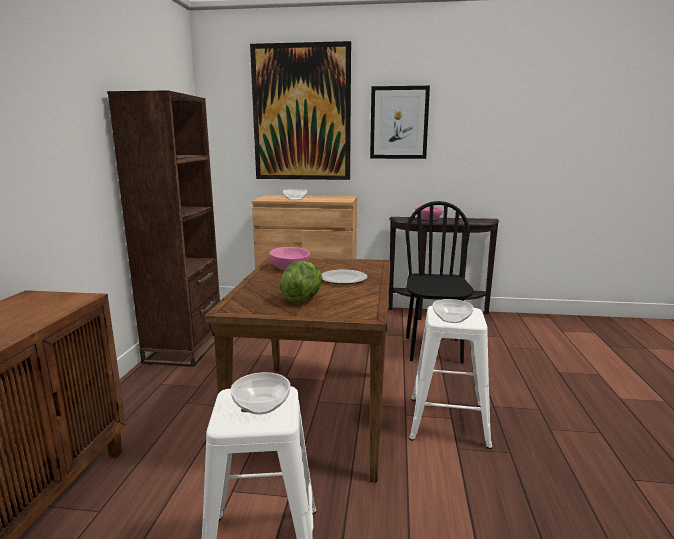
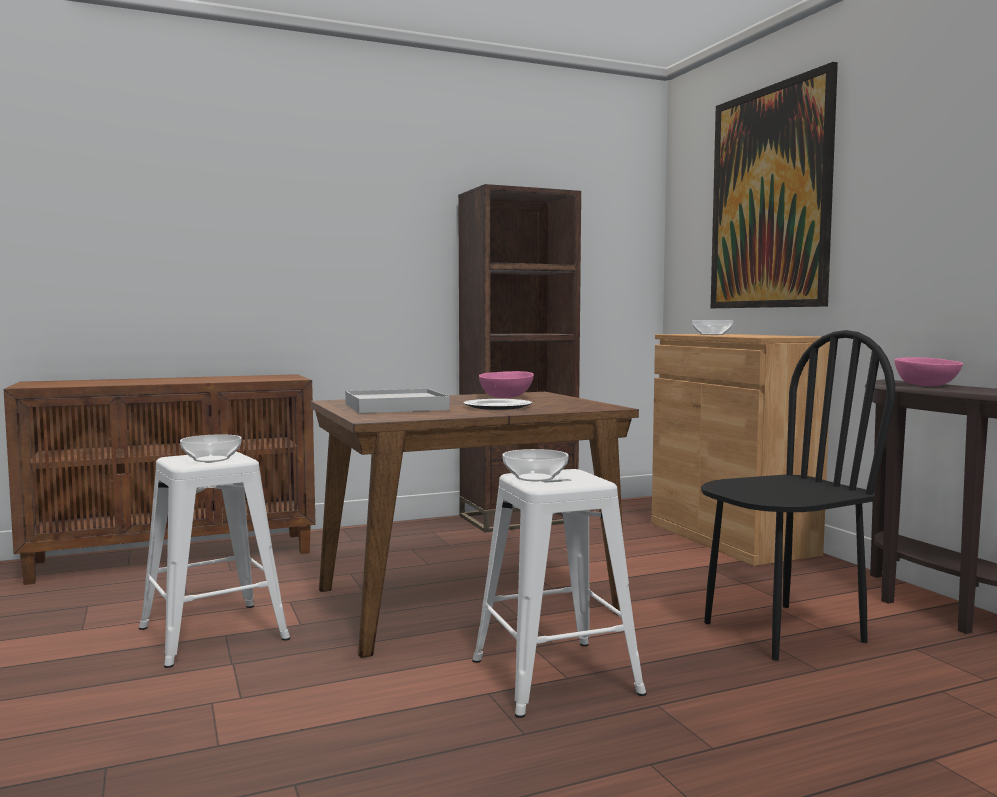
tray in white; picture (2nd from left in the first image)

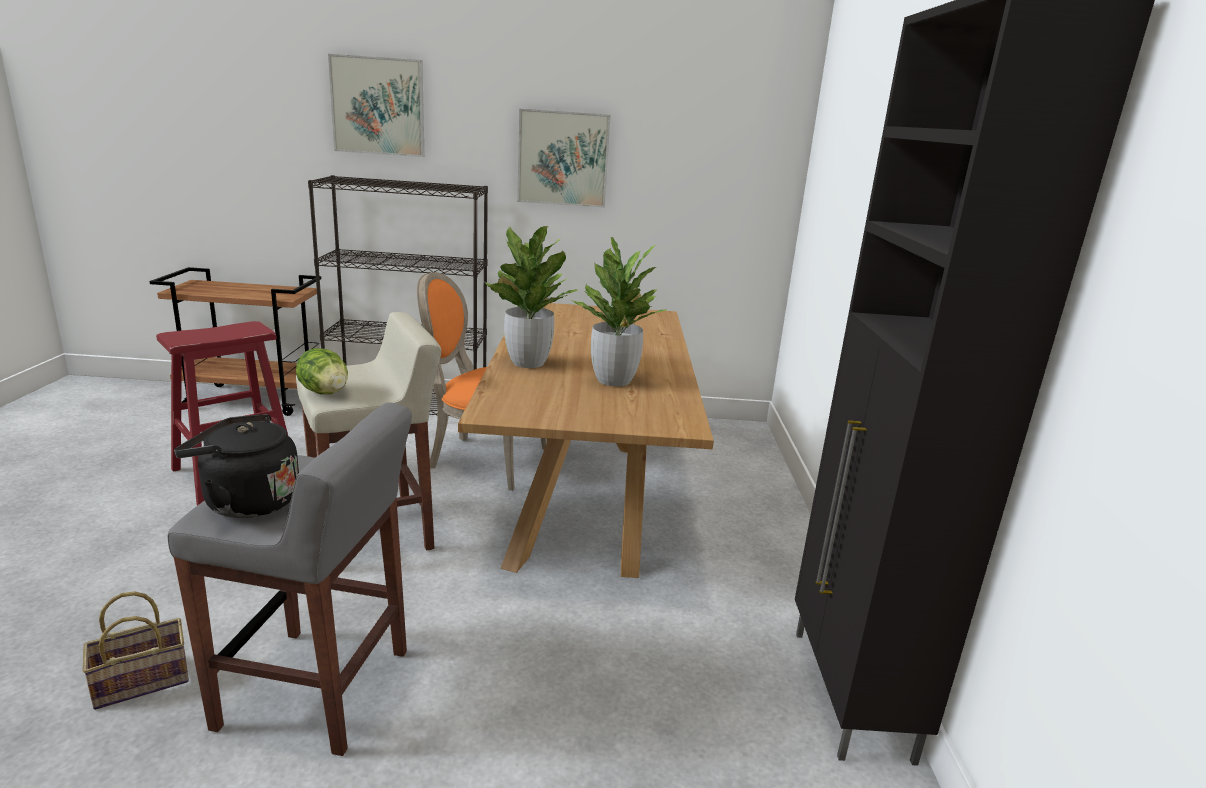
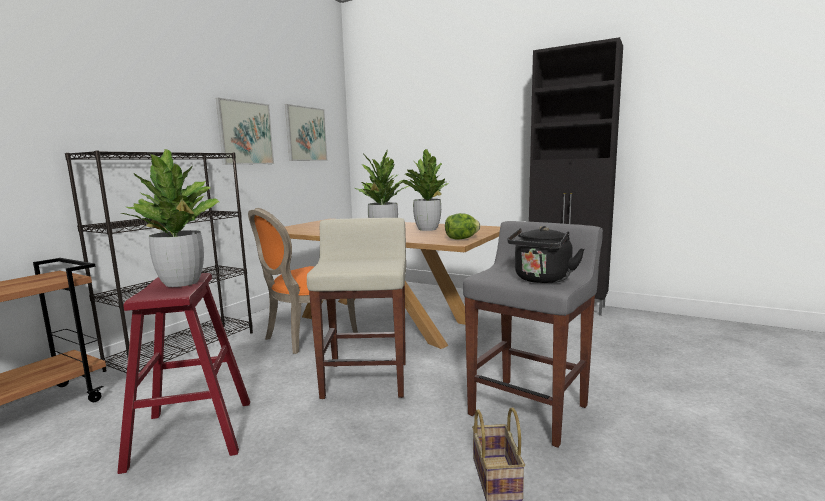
potted plant (1st from left); picture (2nd from left); lettuce

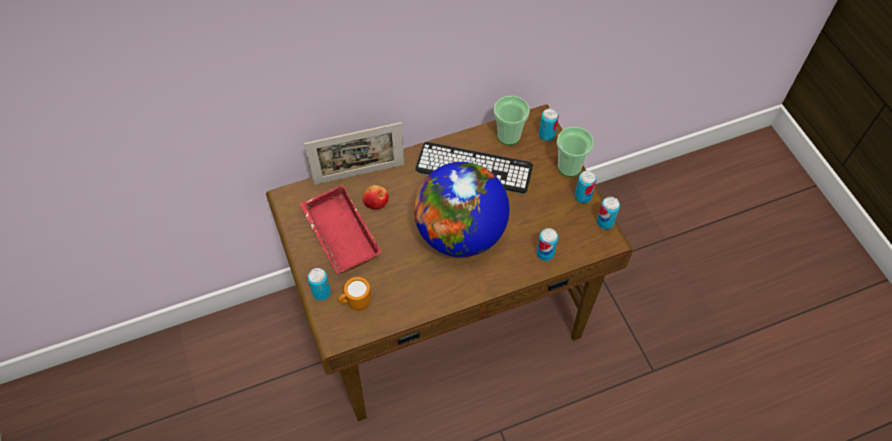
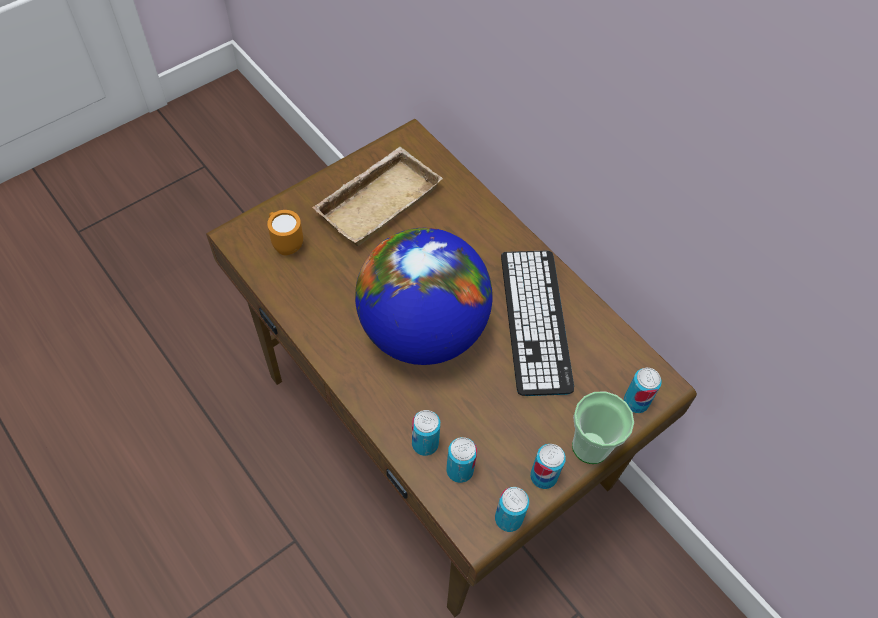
tray in beige; can (2nd from left); picture frame; apple; cup (1st from left in the first image)

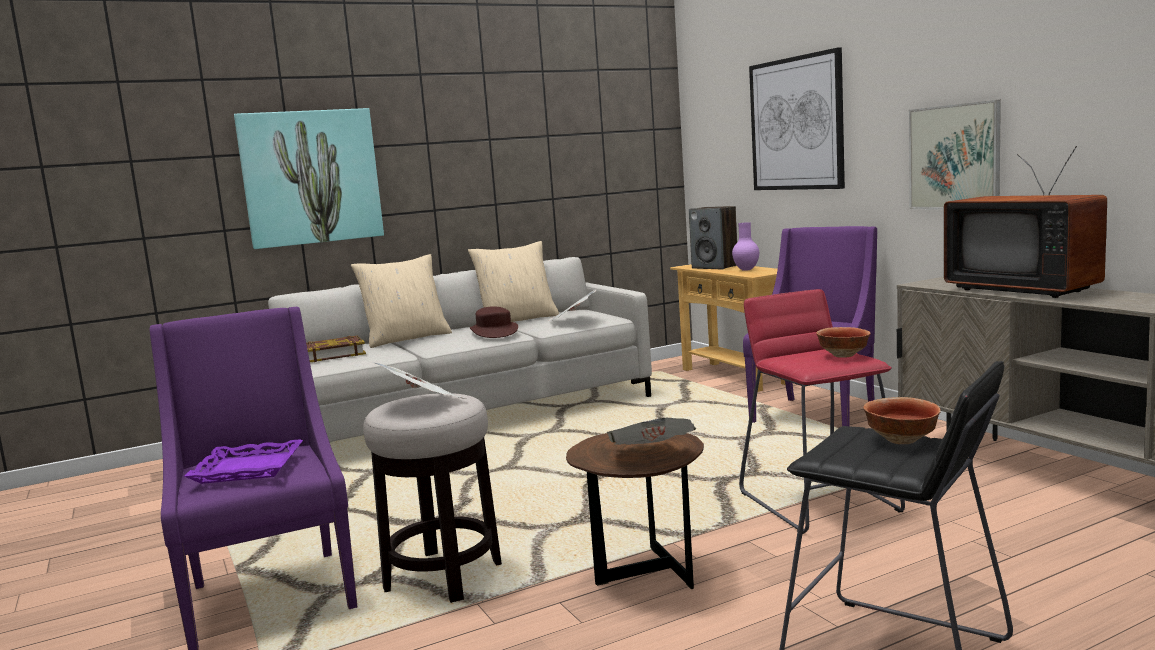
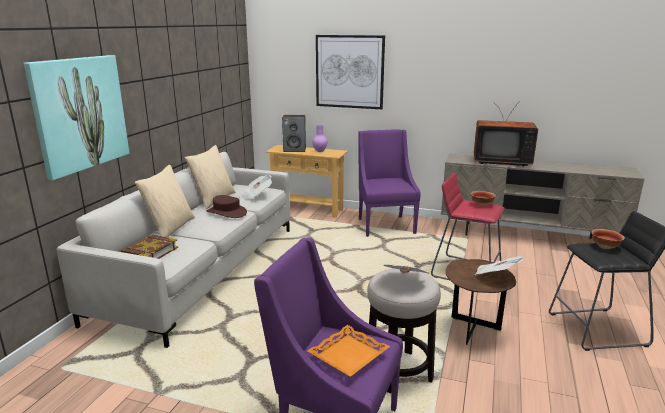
tray in orange; picture (3rd from left in the first image)

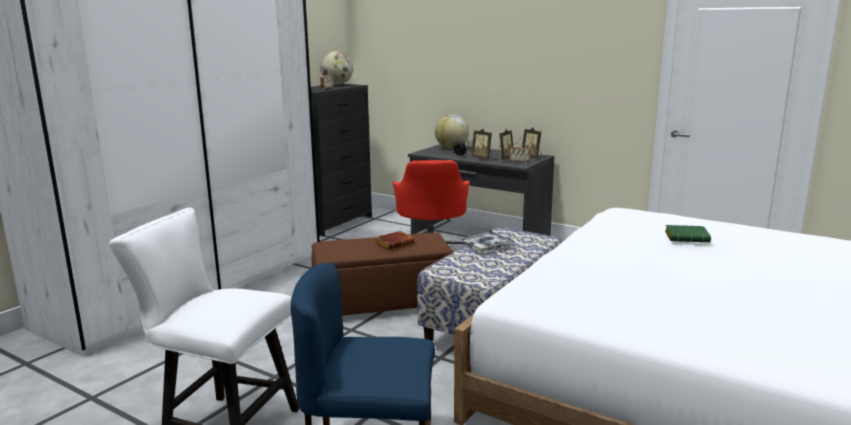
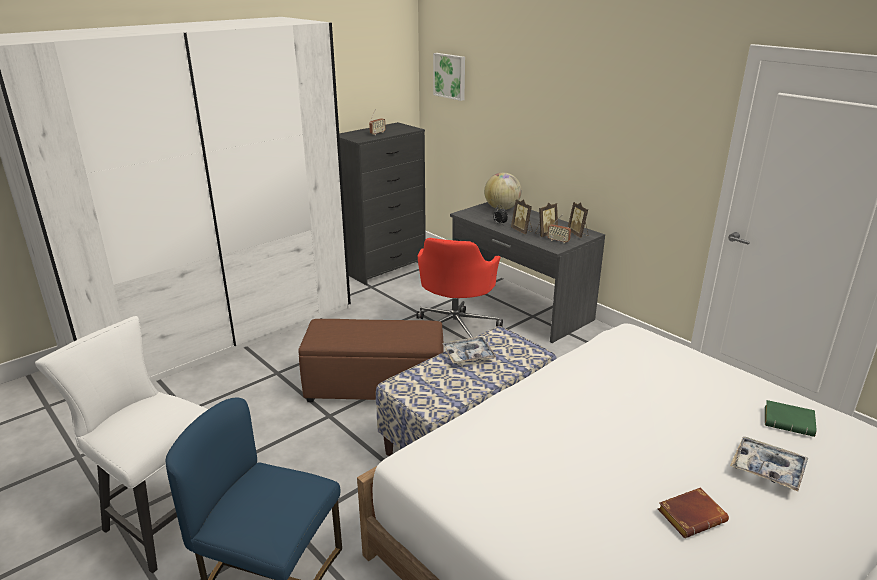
picture; book in brown; tray (2nd from left); book in green; globe (1st from left in the first image)

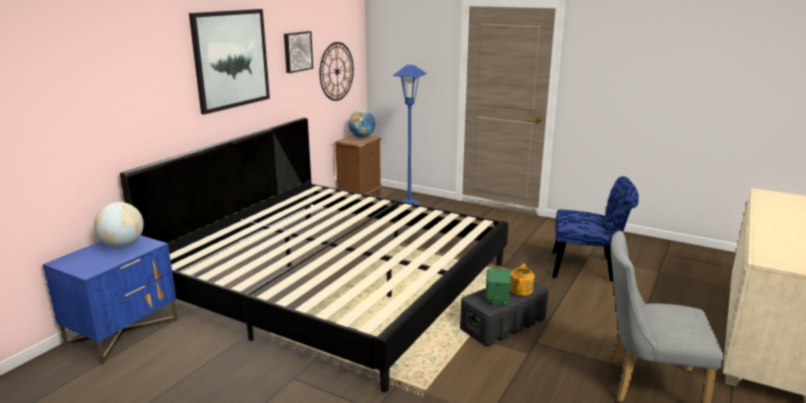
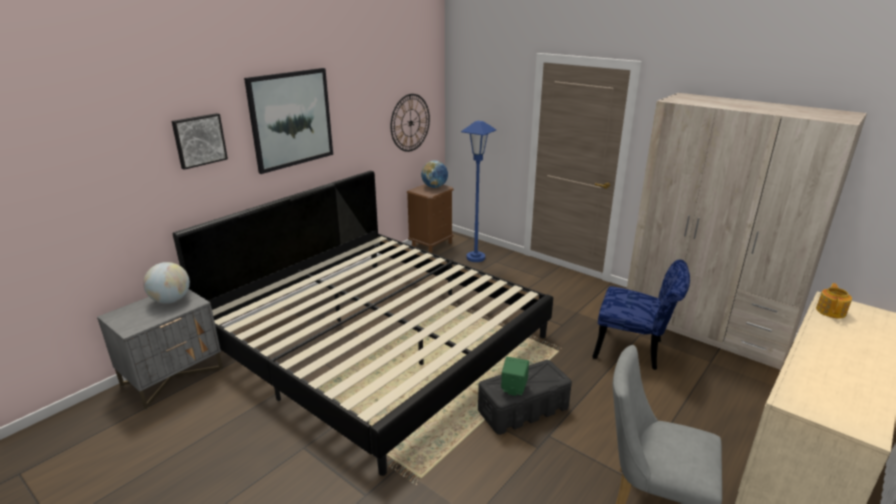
nightstand in grey; picture (1st from left); wardrobe in beige; teapot

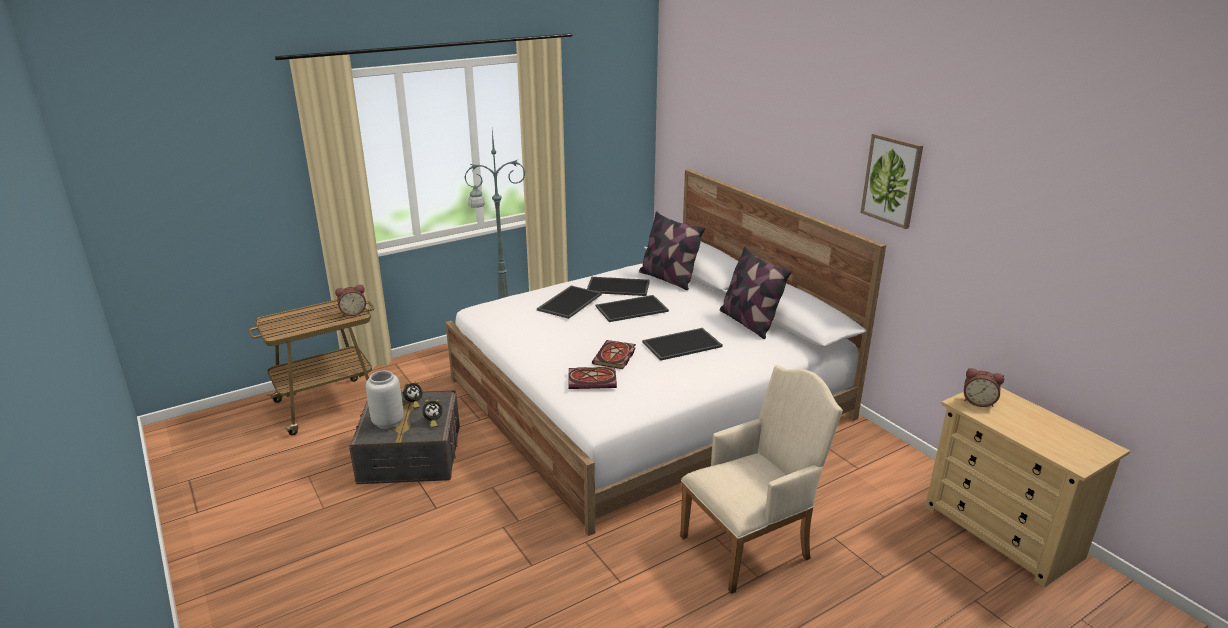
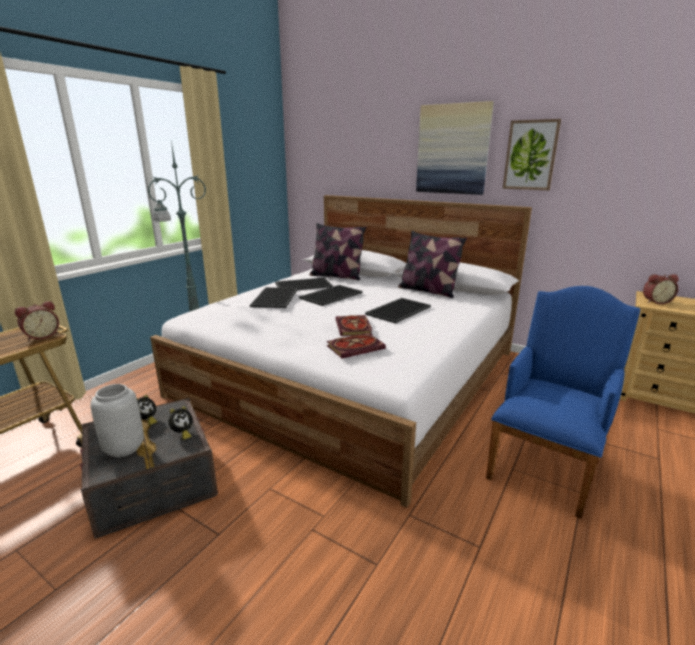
picture (1st from left); armchair in blue

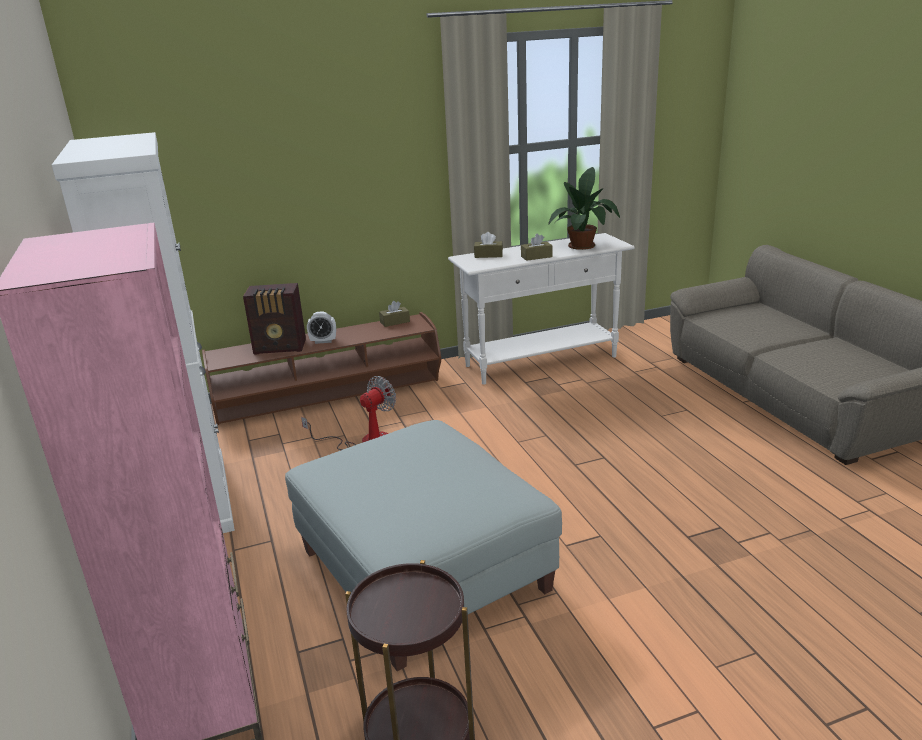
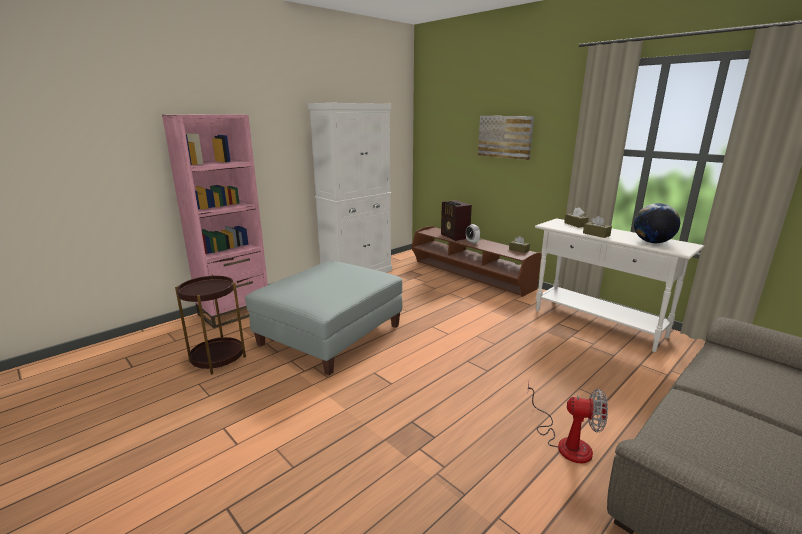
picture; fan; globe

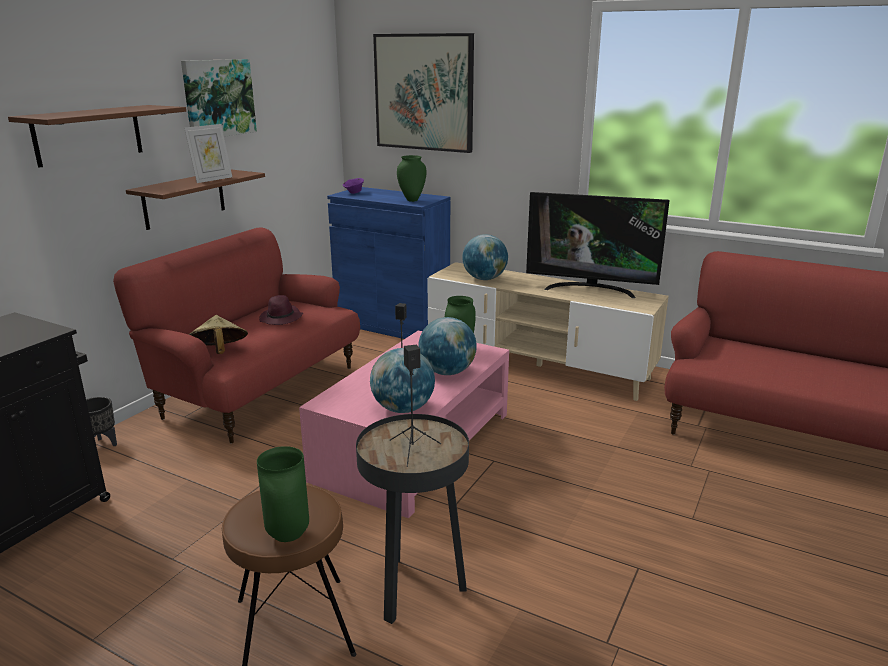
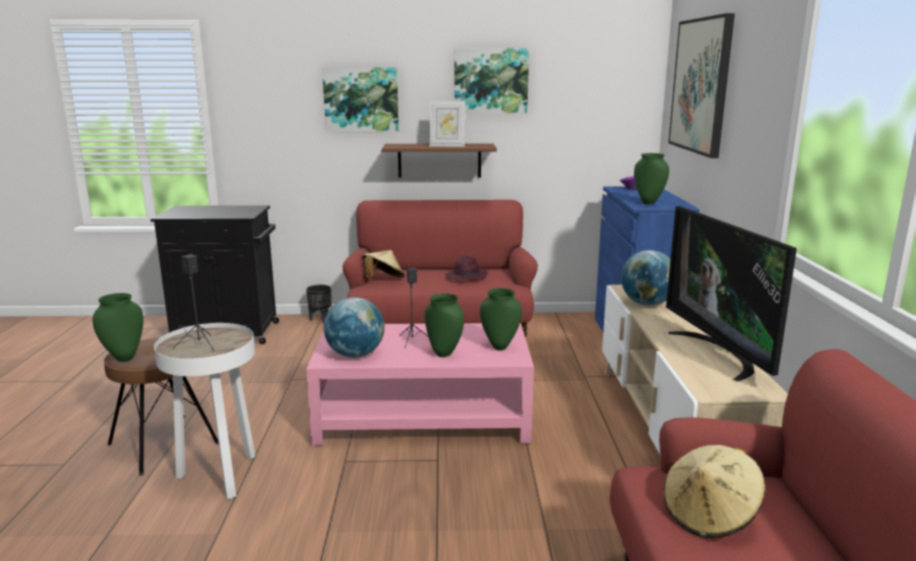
side table in white; picture (1st from left); vase in green (2nd from left); hat in beige (2nd from left)

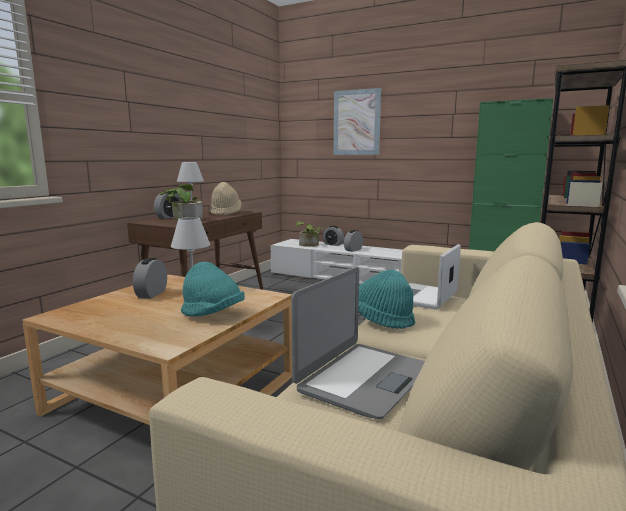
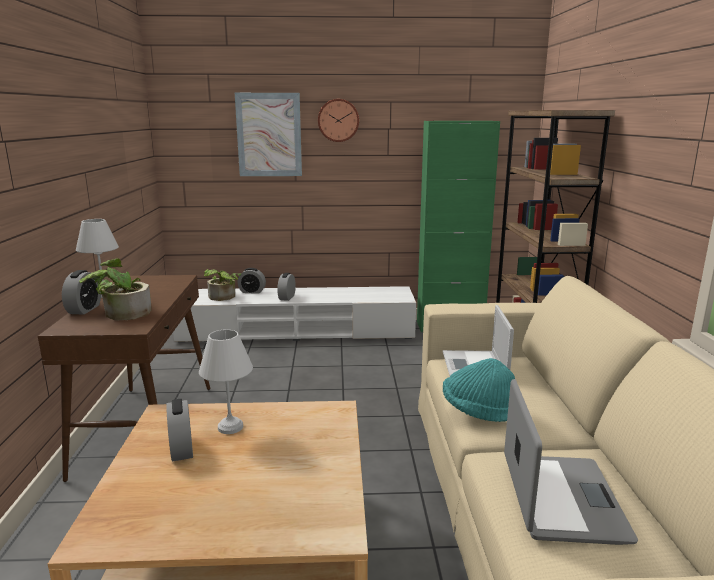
wall clock; hat in turquoise (1st from left in the first image); hat in beige

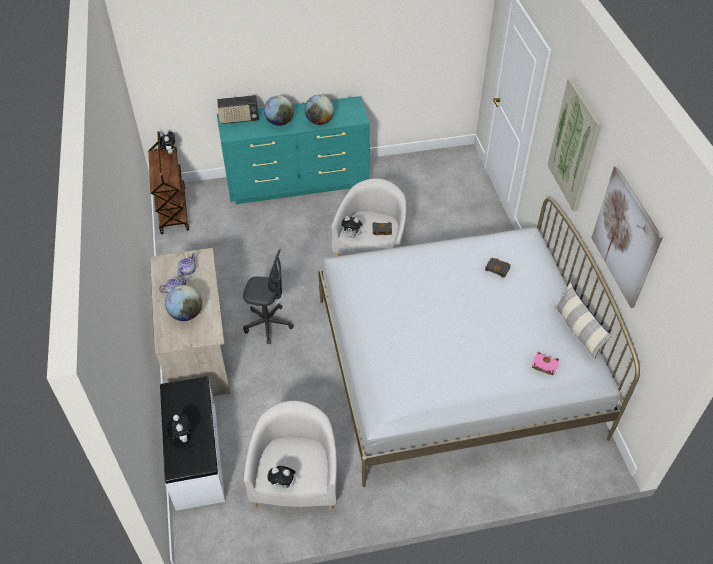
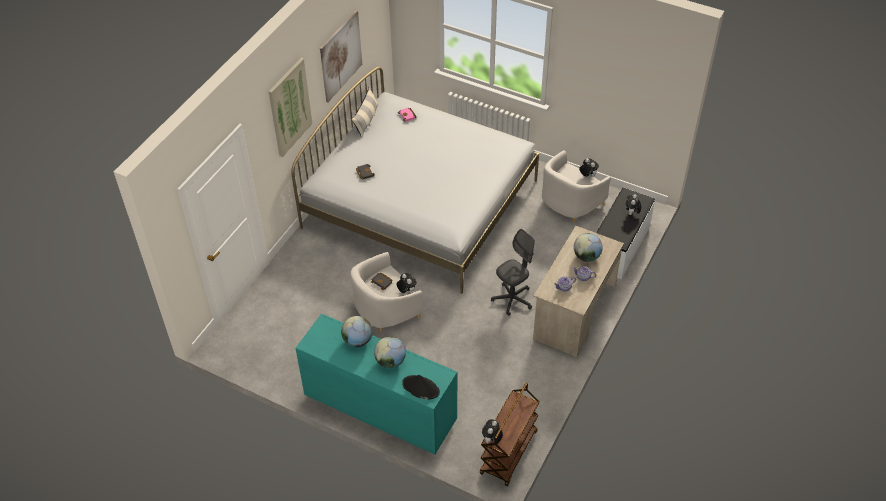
hat in black; office chair in grey

